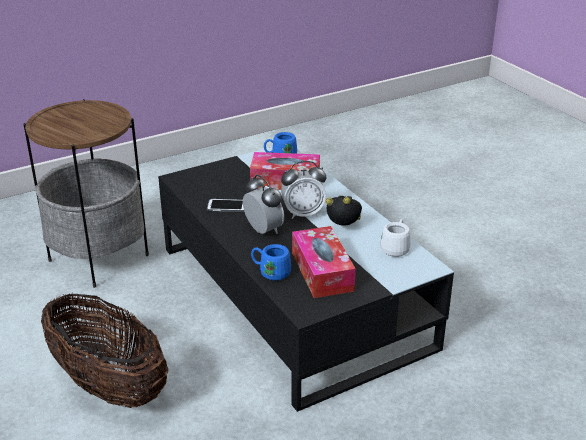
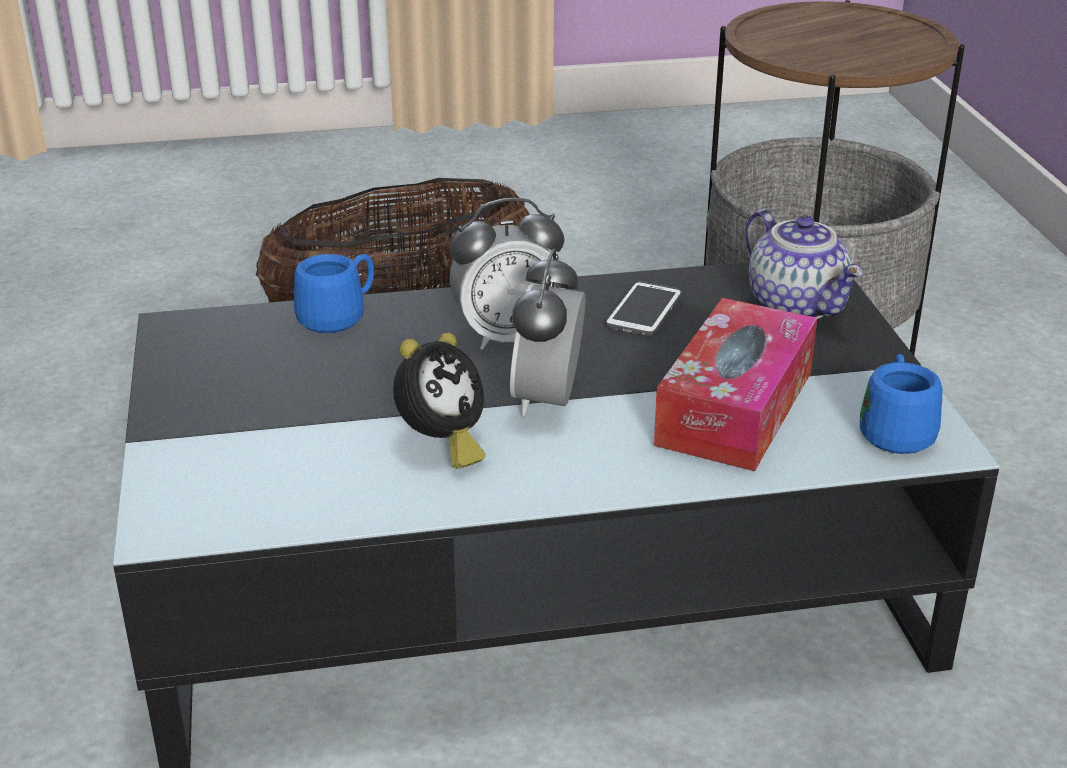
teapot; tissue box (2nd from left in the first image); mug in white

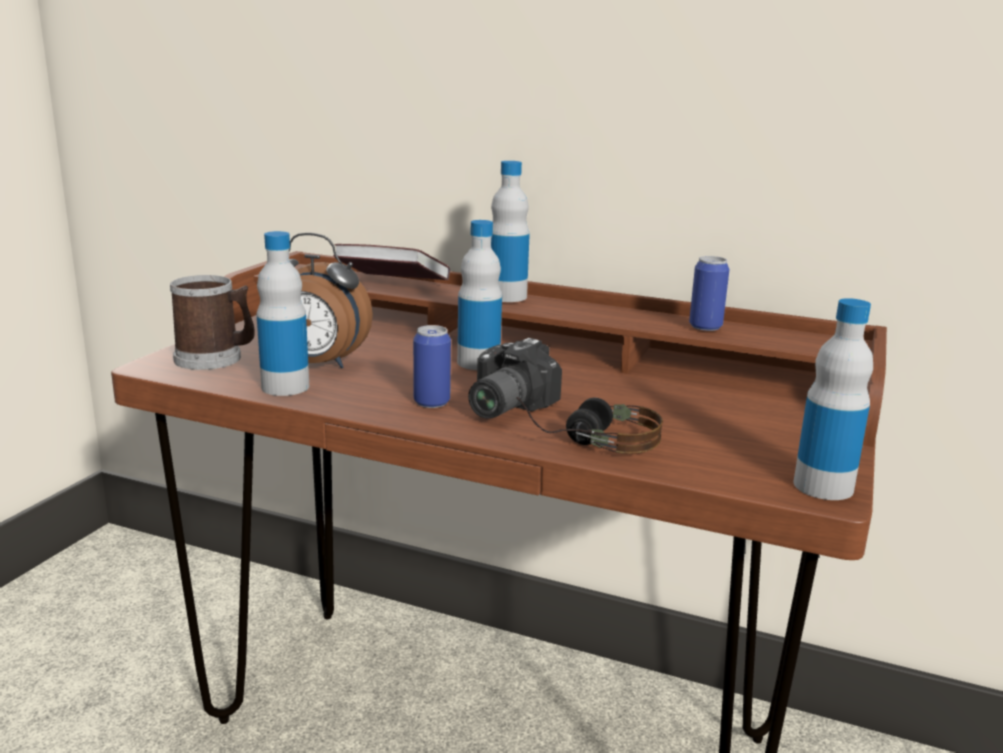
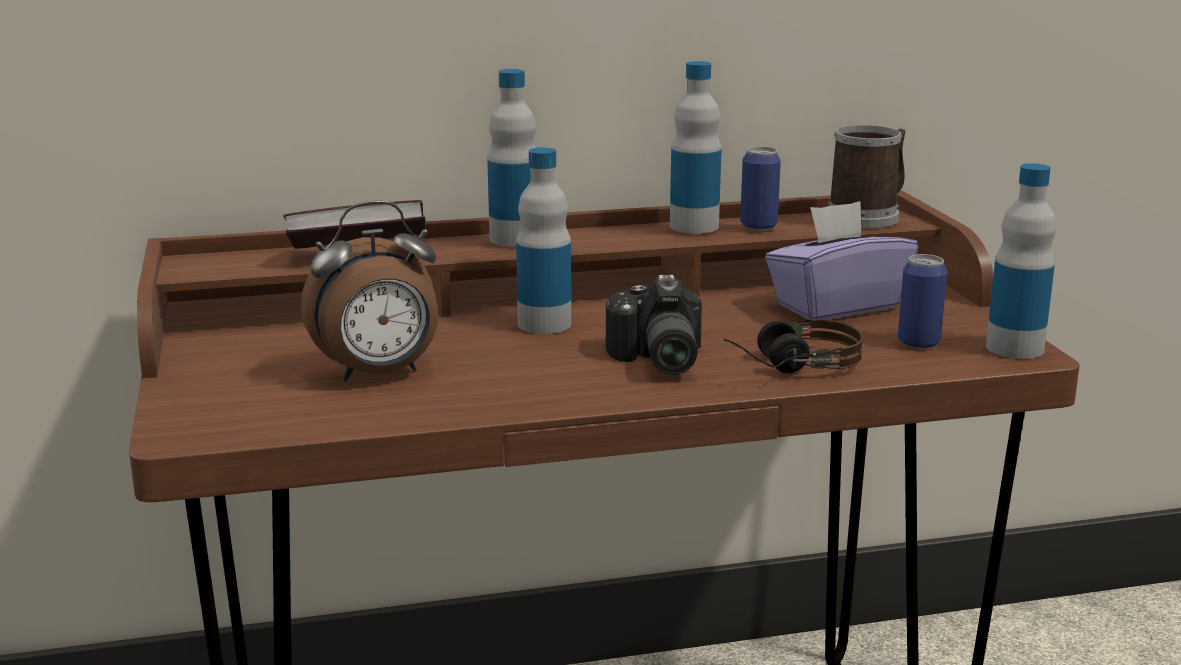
bottle (3rd from left); tissue box in purple; mug; can (2nd from left)

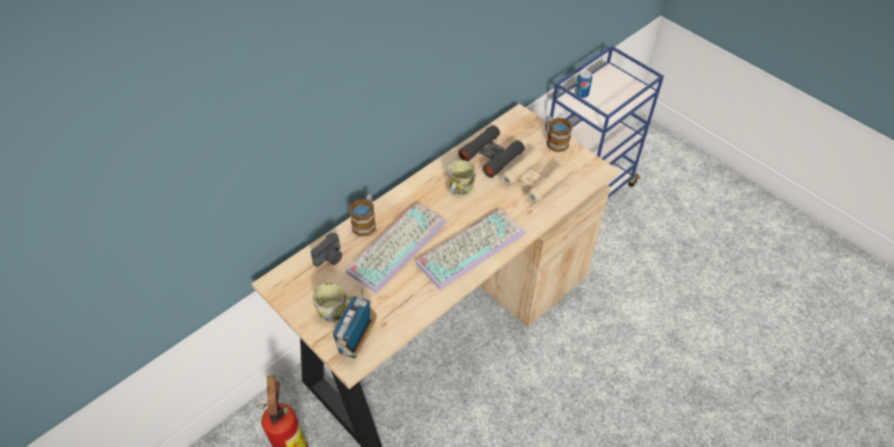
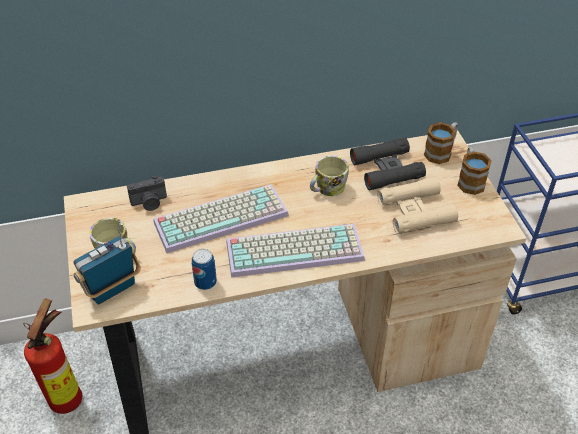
can; mug (3rd from left)

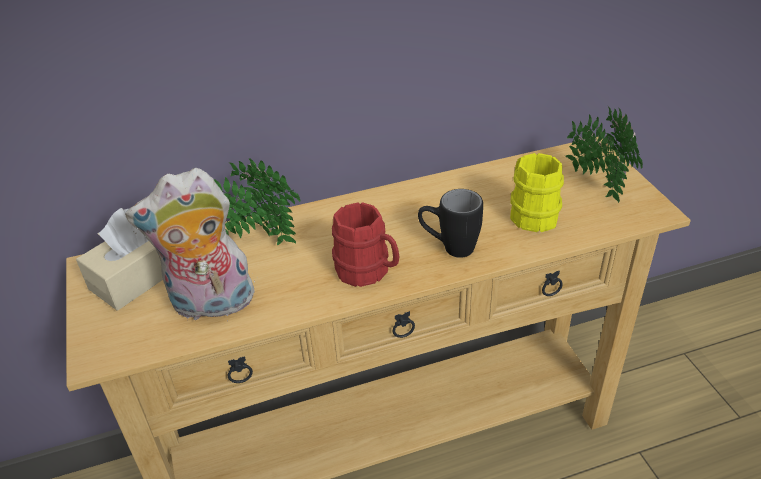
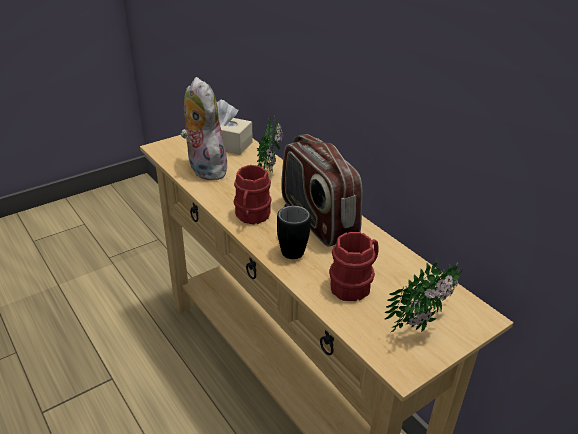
radio; mug in red (2nd from left)

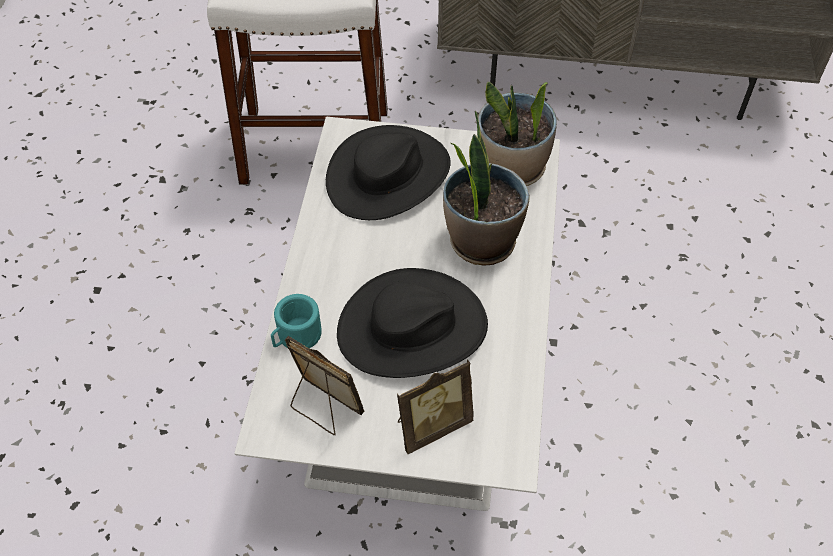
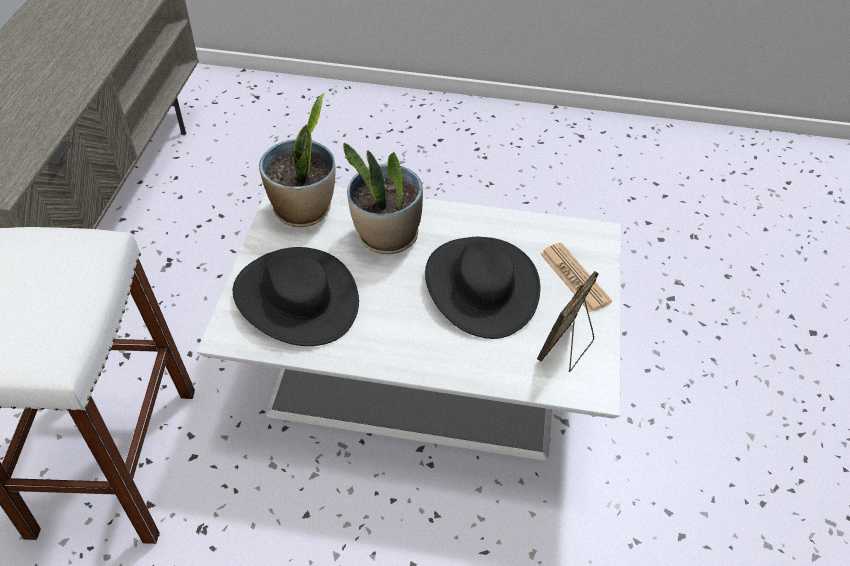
newspaper; mug in turquoise

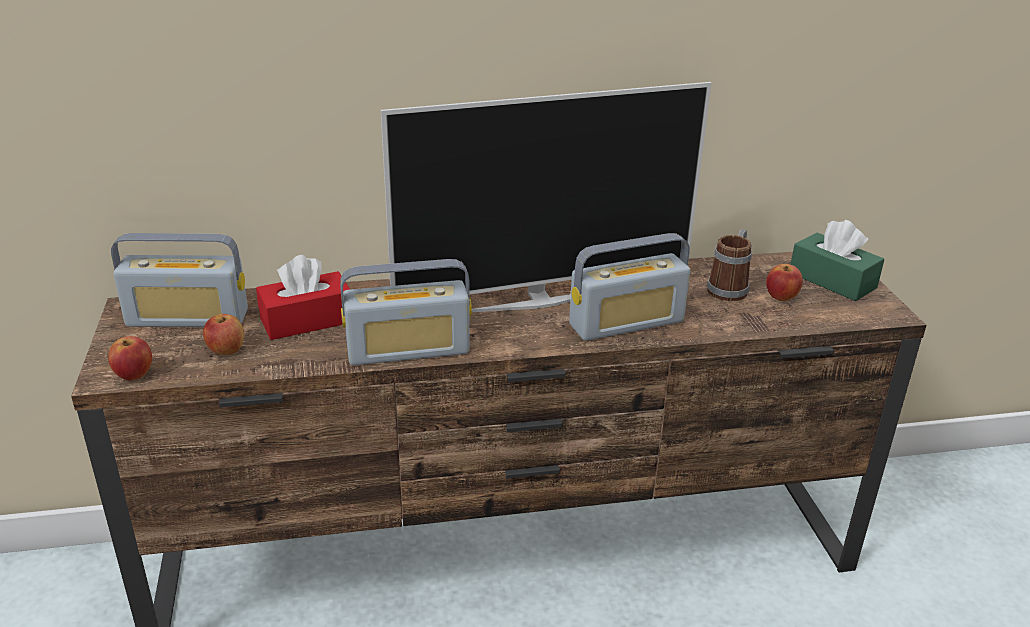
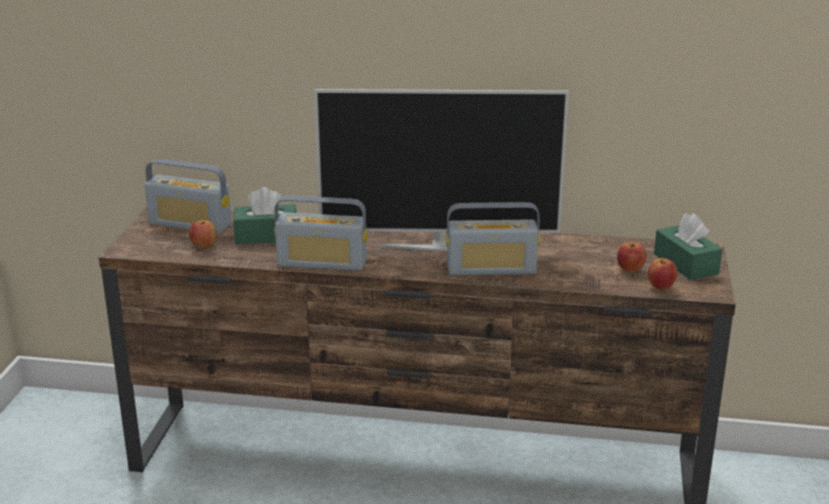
tissue box in green (1st from left); apple (3rd from left); mug

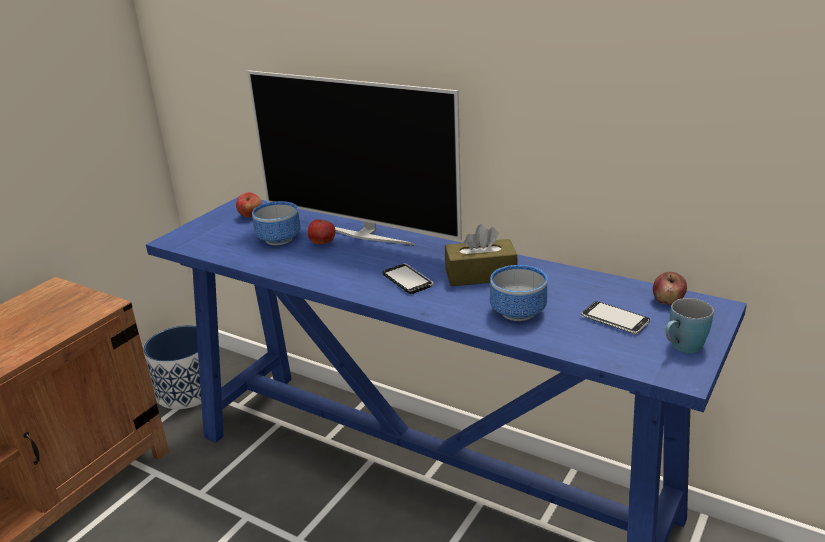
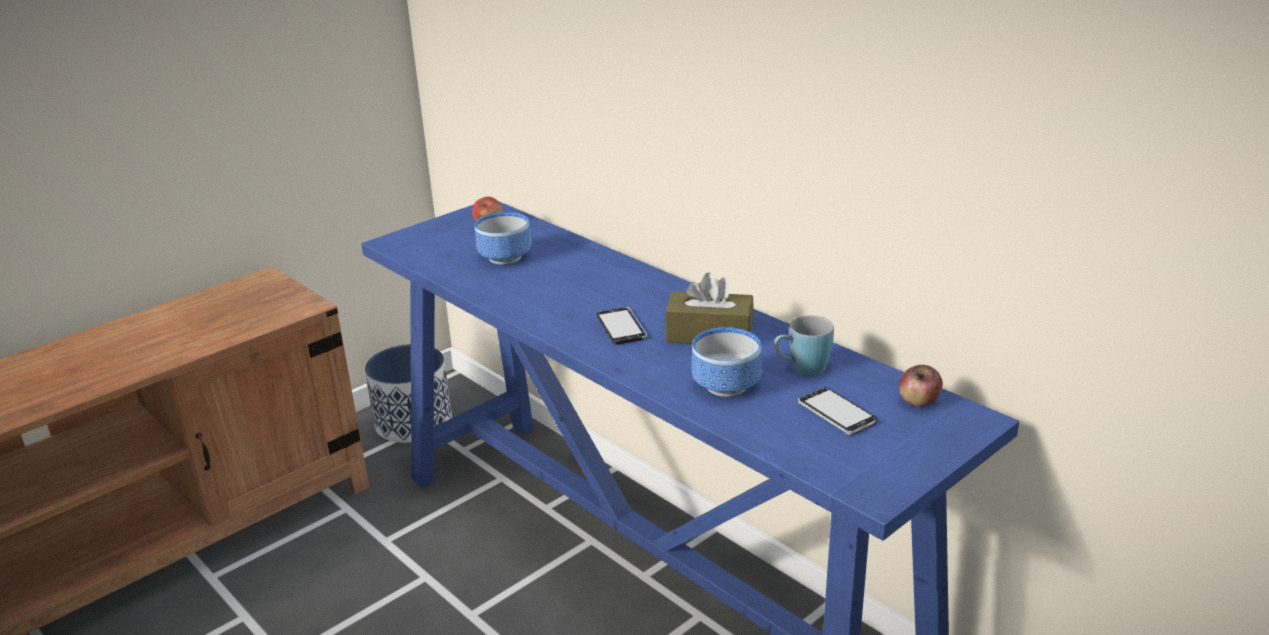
mug in blue; television; apple (2nd from left in the first image)

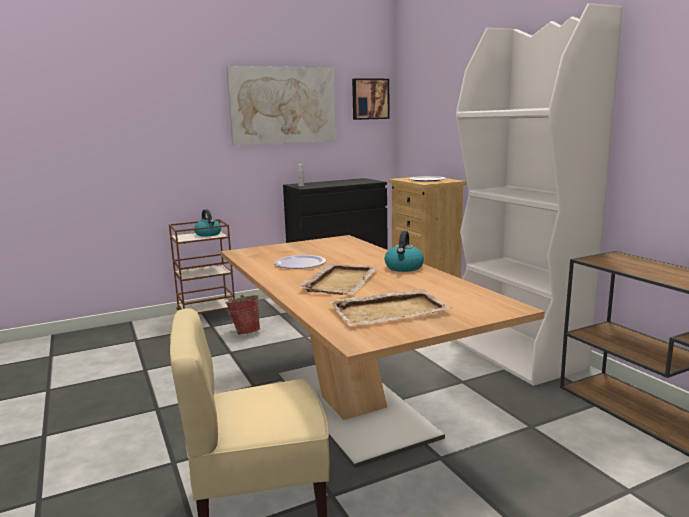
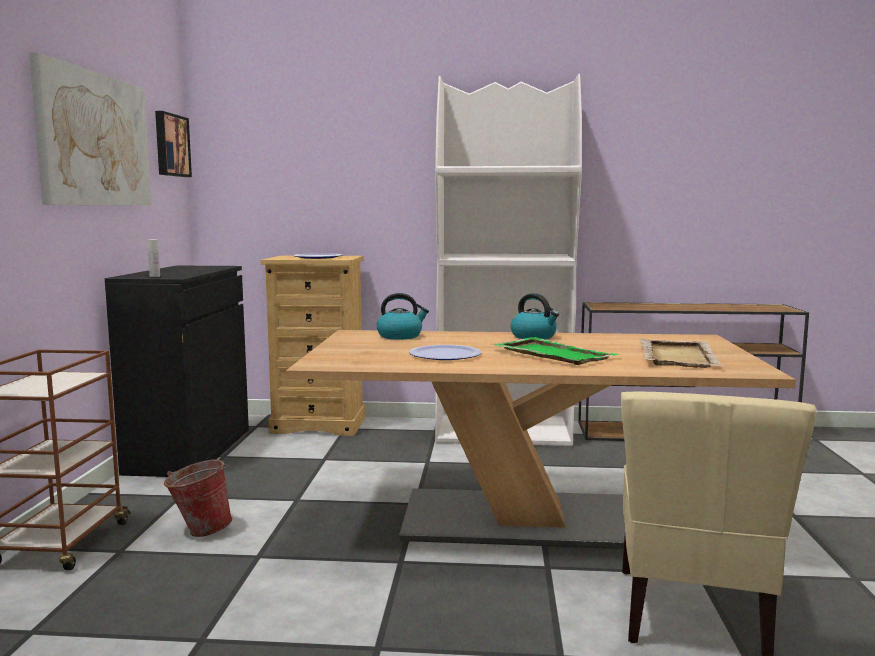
kettle (1st from left); tray in green

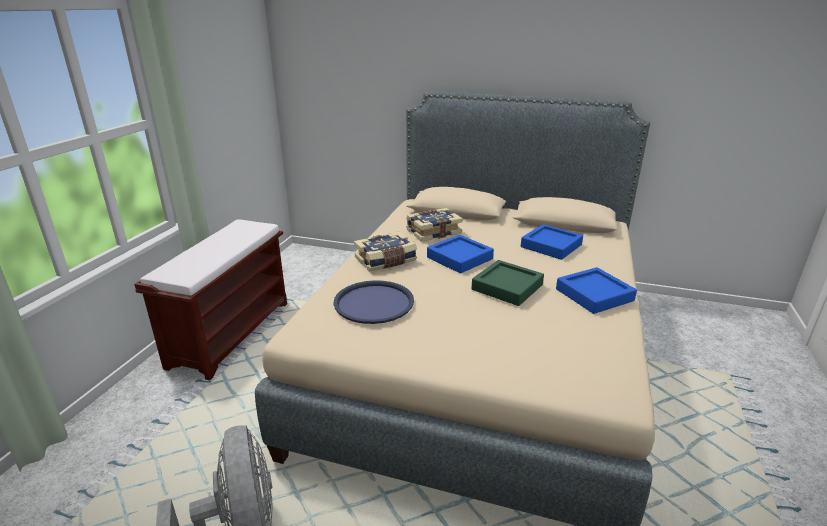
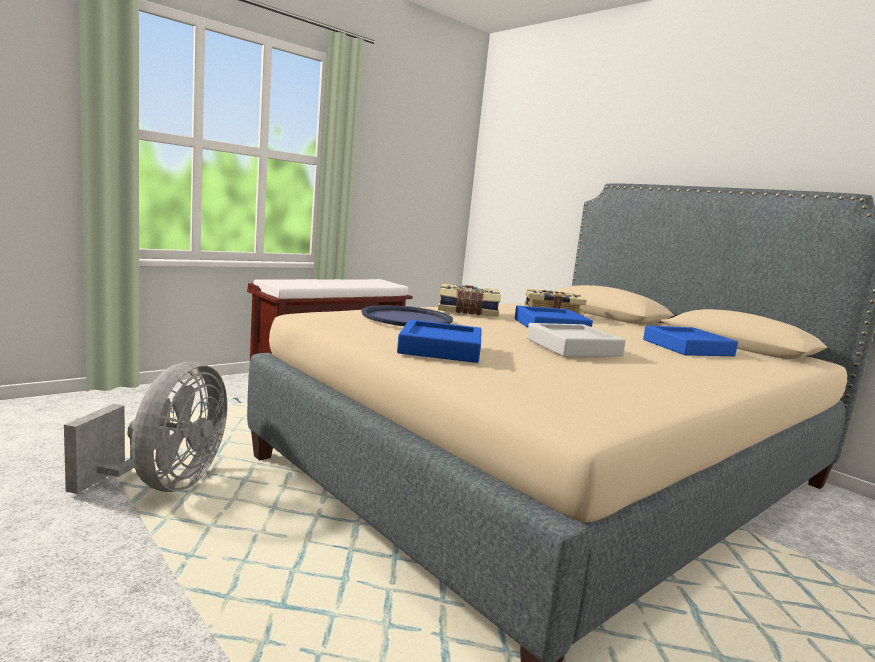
tray in blue (2nd from left); tray in grey

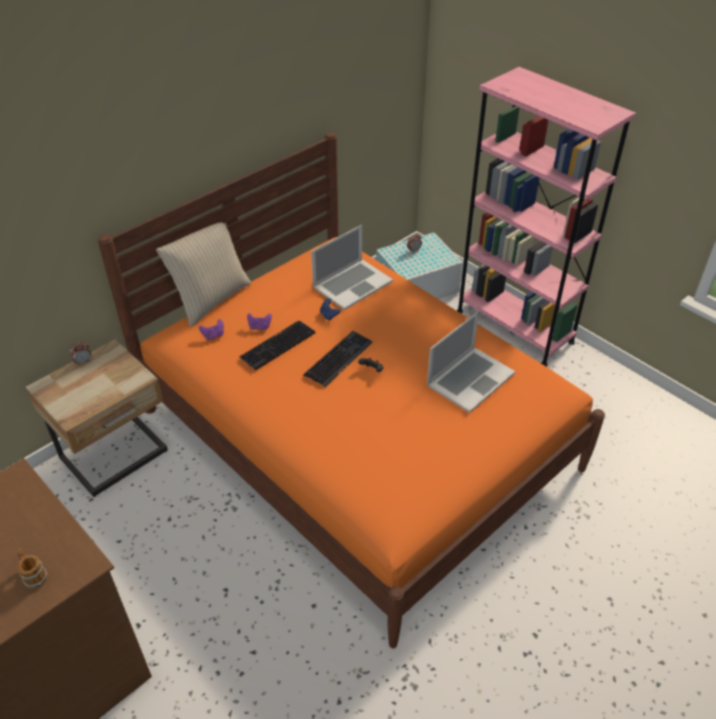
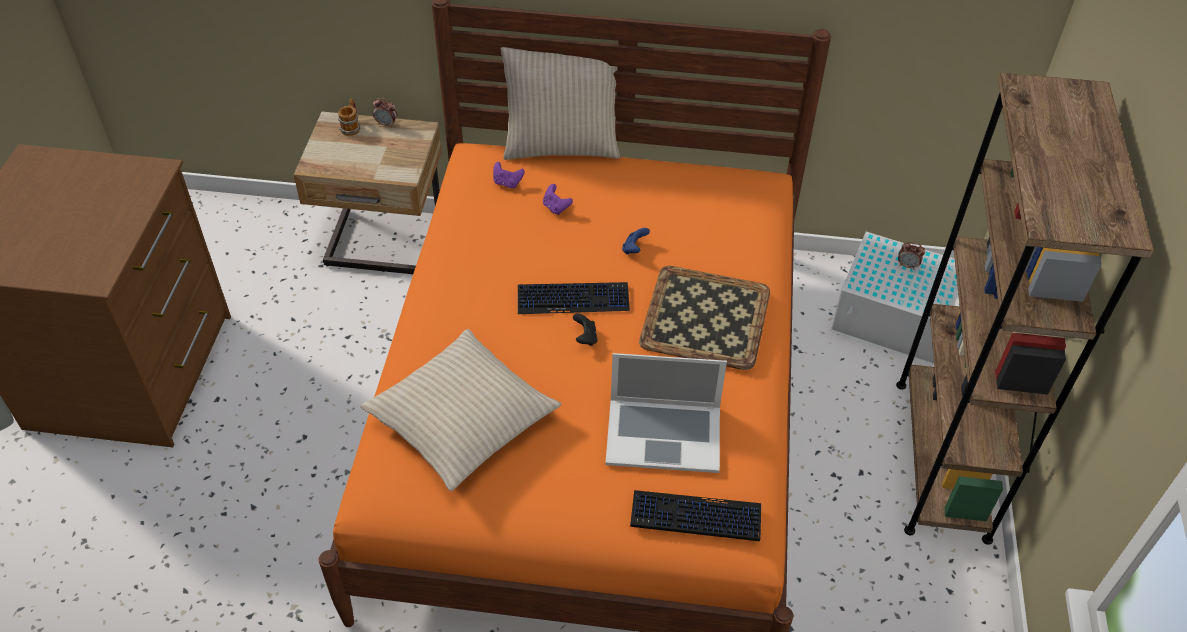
mug; pillow in beige (1st from left); keyboard (2nd from left); tray; bookcase in brown; laptop (1st from left in the first image)

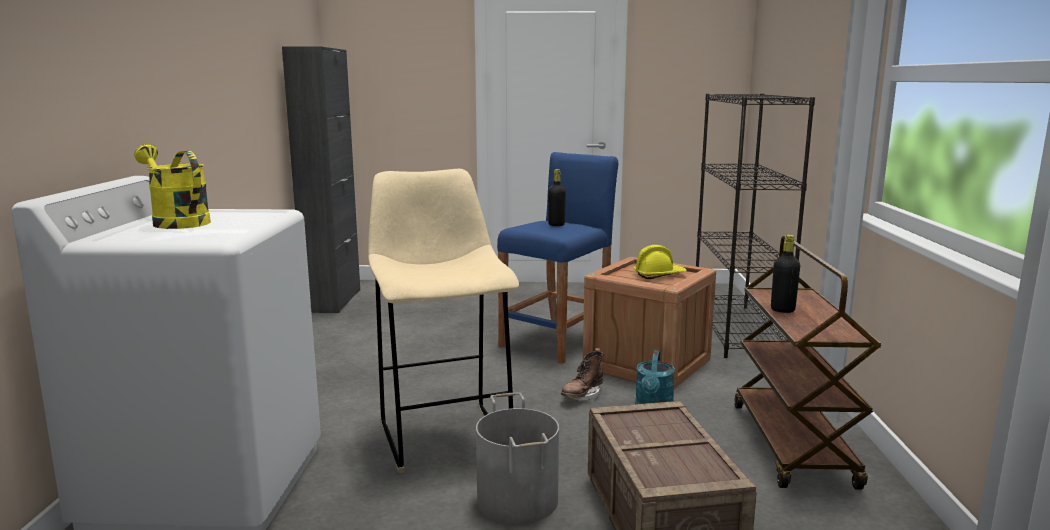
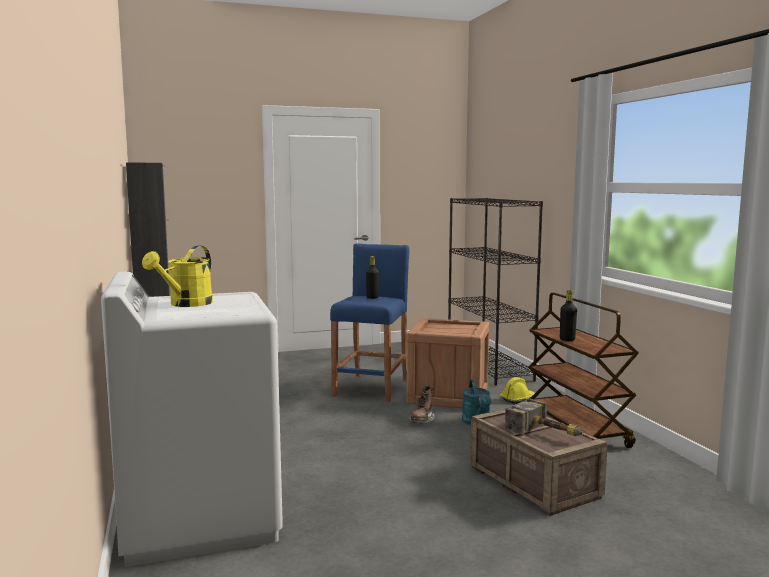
watering can in yellow; hard hat in yellow; hammer; stool in beige; bucket in grey

